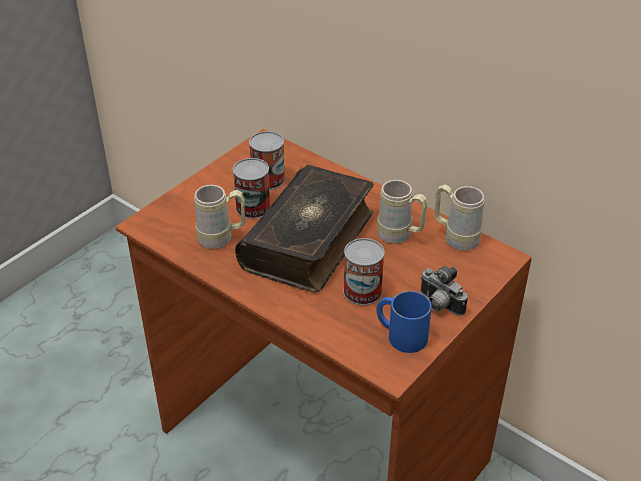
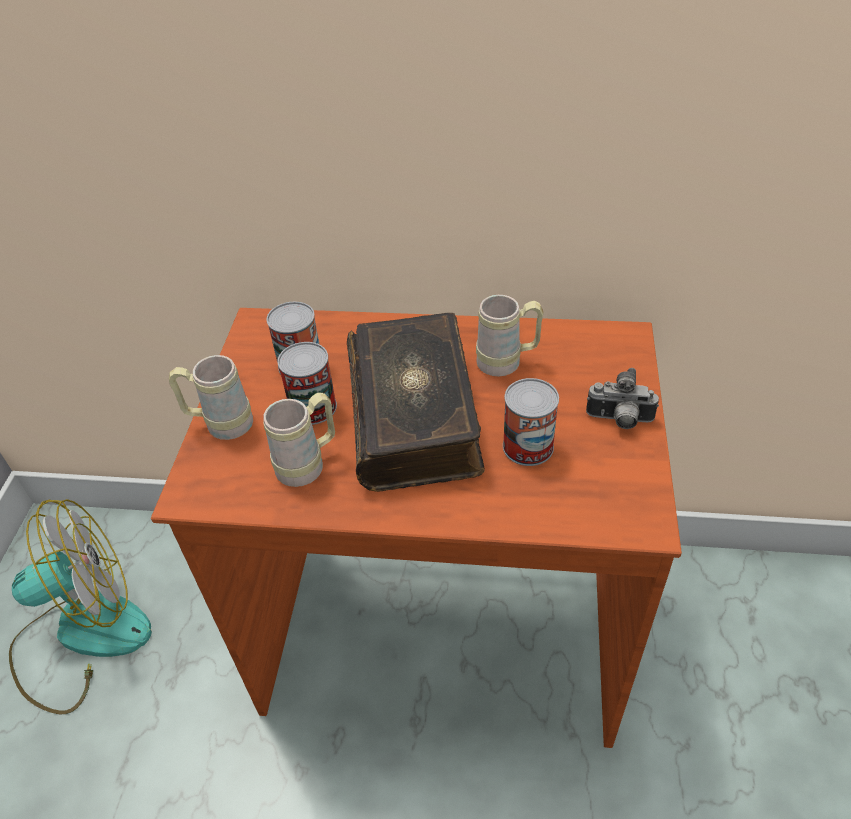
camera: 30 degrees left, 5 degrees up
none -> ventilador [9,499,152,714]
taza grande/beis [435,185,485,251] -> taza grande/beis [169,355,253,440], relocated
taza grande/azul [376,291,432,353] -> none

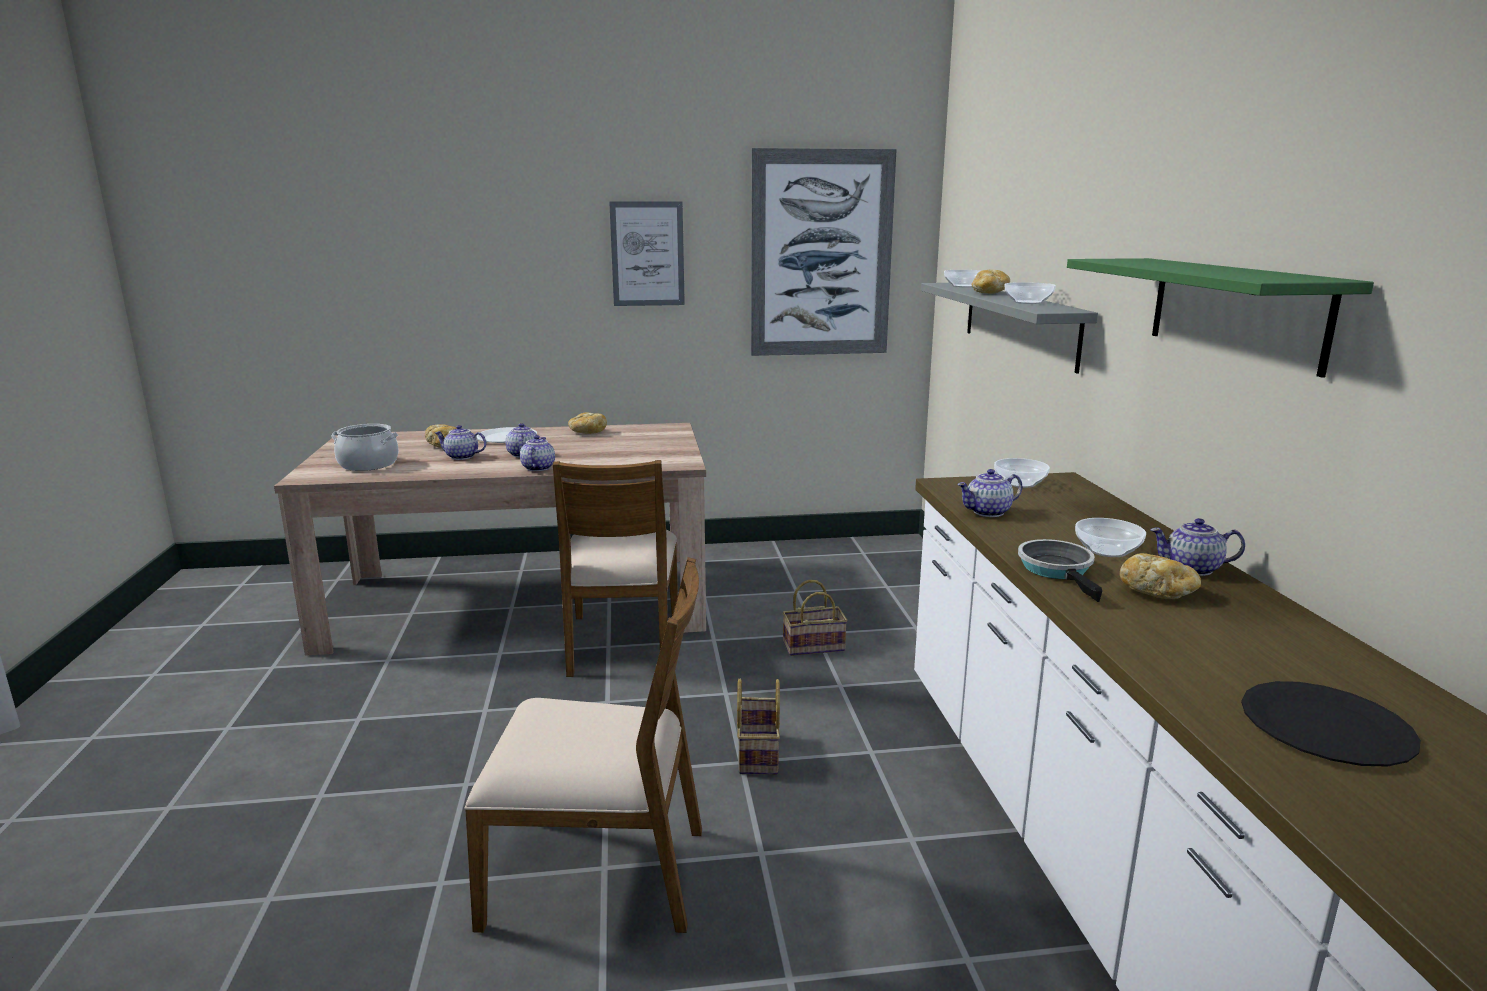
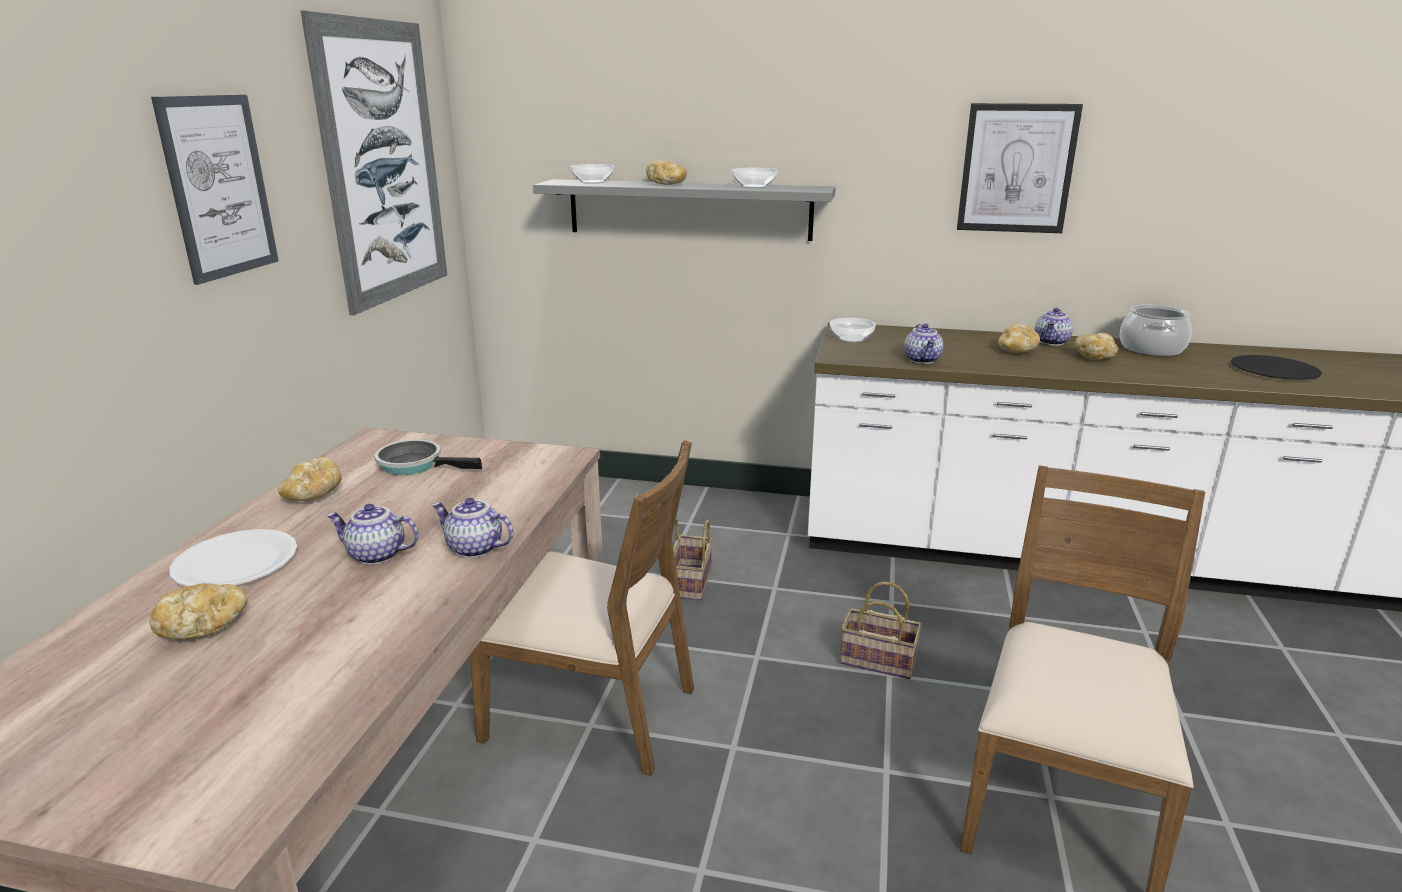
camera: 70 degrees left, 5 degrees up
sartén [1018,539,1102,602] -> sartén [374,439,482,475], relocated
estante/verde [1067,258,1374,378] -> cuadro [957,103,1083,233]
cuenco [1075,518,1146,557] -> pan [998,324,1040,353]
olla [331,424,399,471] -> olla [1120,305,1192,356], relocated
tetera [435,425,486,460] -> none

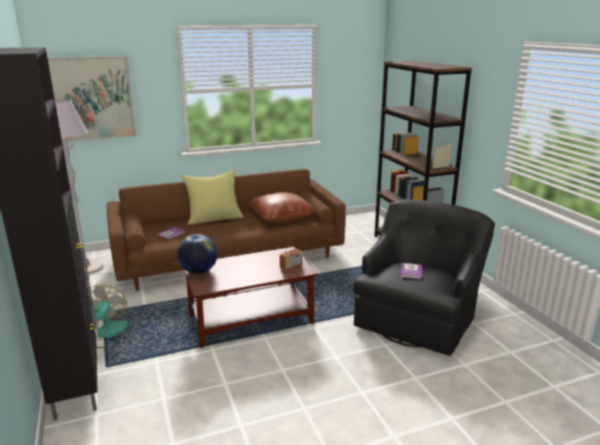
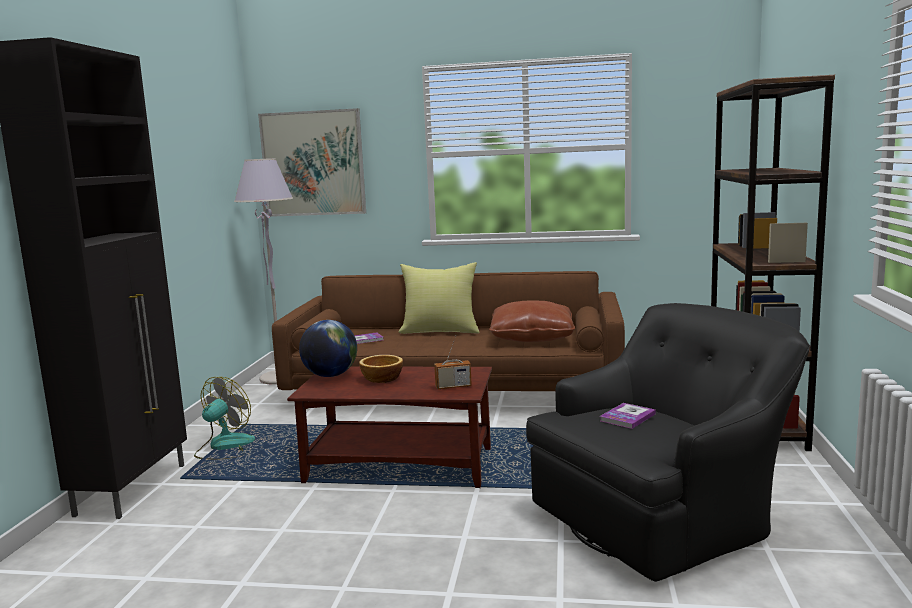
camera: 30 degrees right, 10 degrees down
none -> cuenco [359,355,403,383]

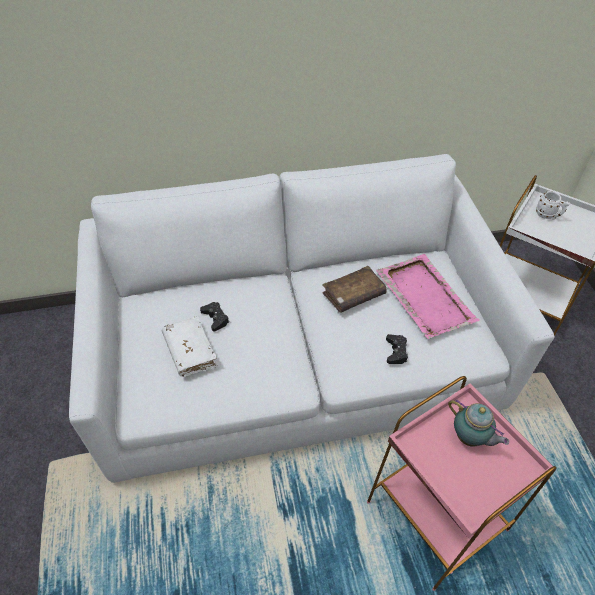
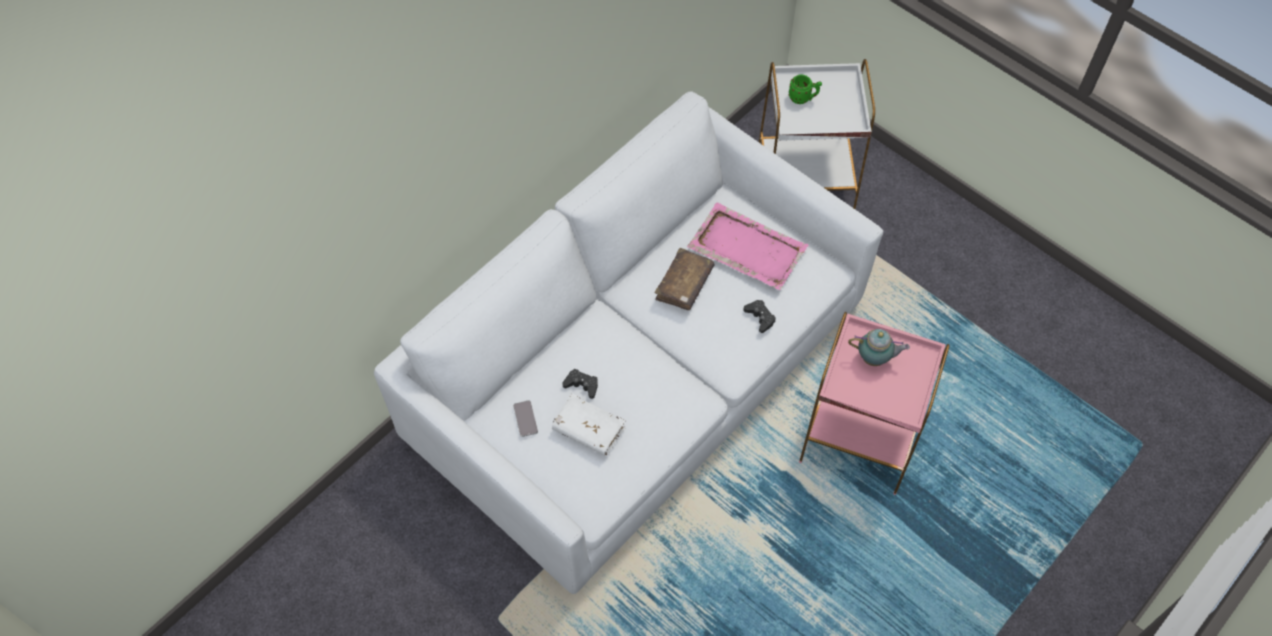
camera: 35 degrees left, 10 degrees up
none -> móvil [513,400,538,437]
taza grande/blanco [536,191,570,220] -> taza grande/verde [789,74,822,104]

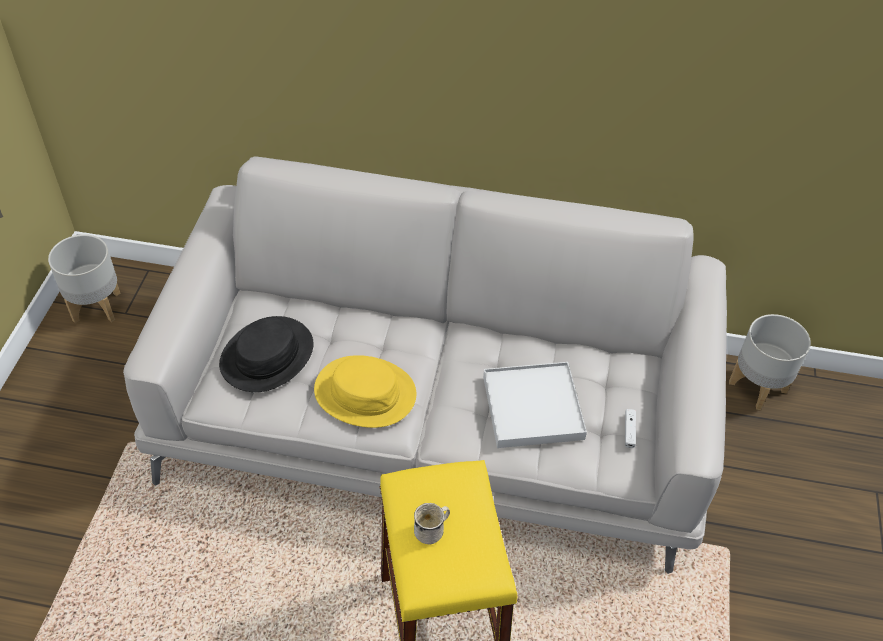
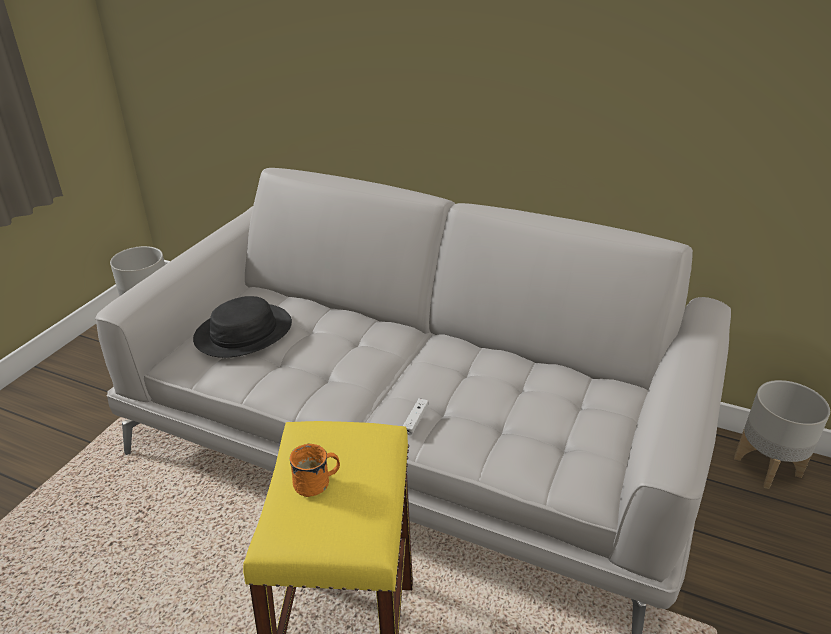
camera: 15 degrees right, 15 degrees down
taza grande/blanco [414,503,450,545] -> taza grande/naranja [289,444,340,497]
mando de consola/blanco [625,409,636,448] -> mando de consola/blanco [403,398,429,435], relocated
sombrero/amarillo [314,355,416,428] -> none
bandeja/blanco [483,362,587,448] -> none

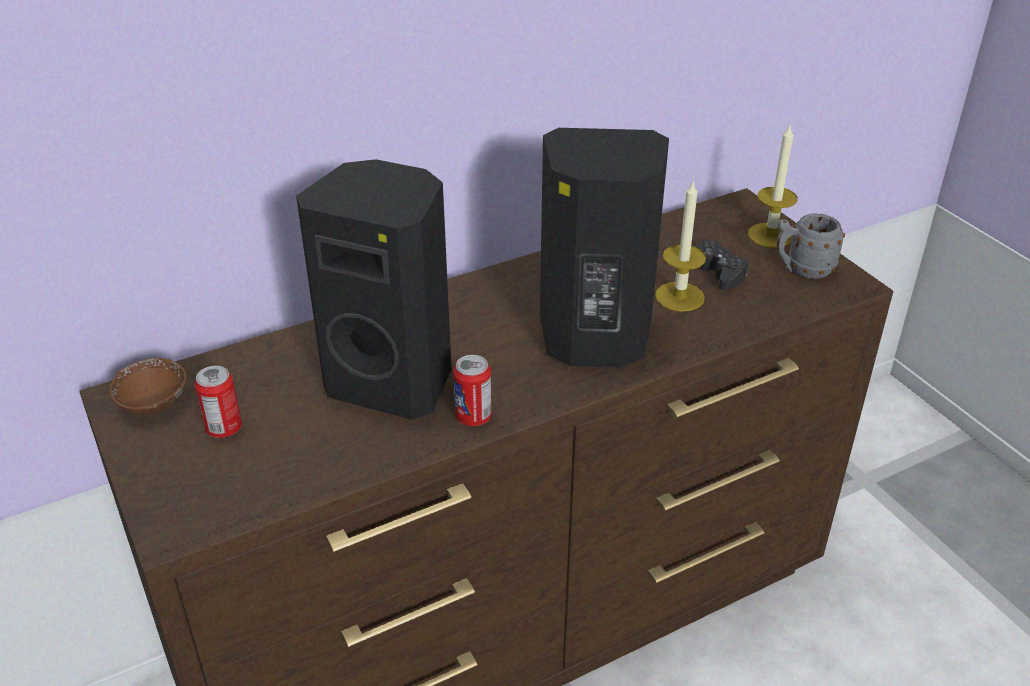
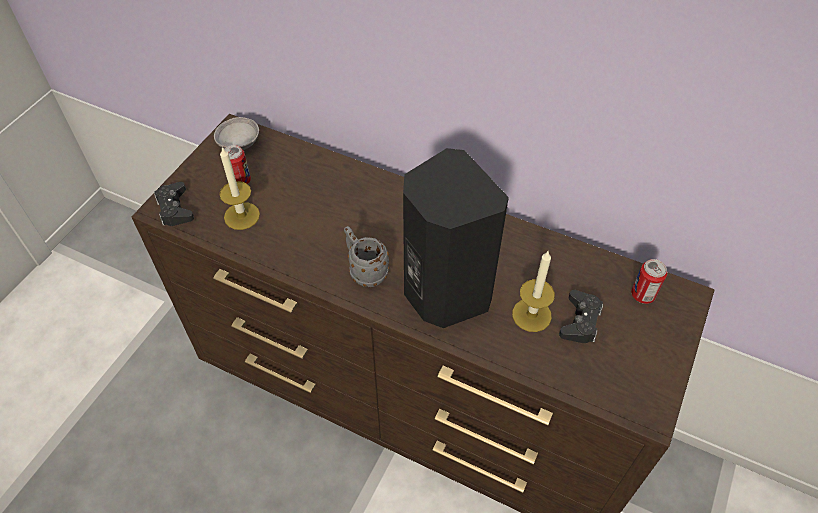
camera: 55 degrees right, 15 degrees up
none -> mando de consola/negro [154,182,194,226]
cuenco/marrón [110,358,187,415] -> cuenco/gris [214,117,259,150]
vela [748,123,798,248] -> vela [219,147,260,230], relocated
taza grande/gris [776,213,845,279] -> taza grande/gris [344,226,389,287], relocated
lata [453,355,492,426] -> lata [631,259,667,304], relocated
altavoz/negro [296,159,452,420] -> none

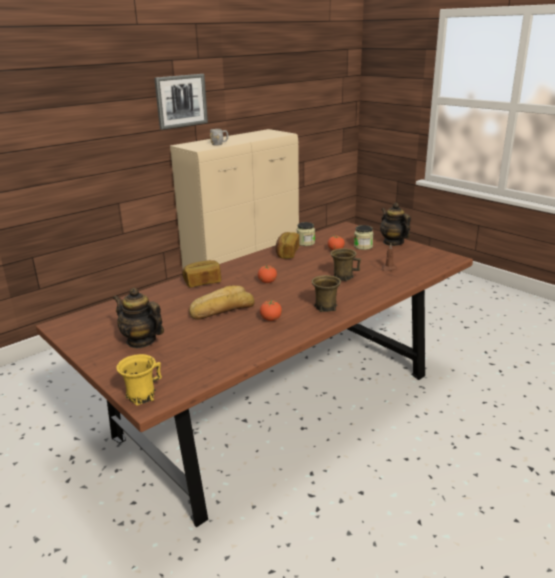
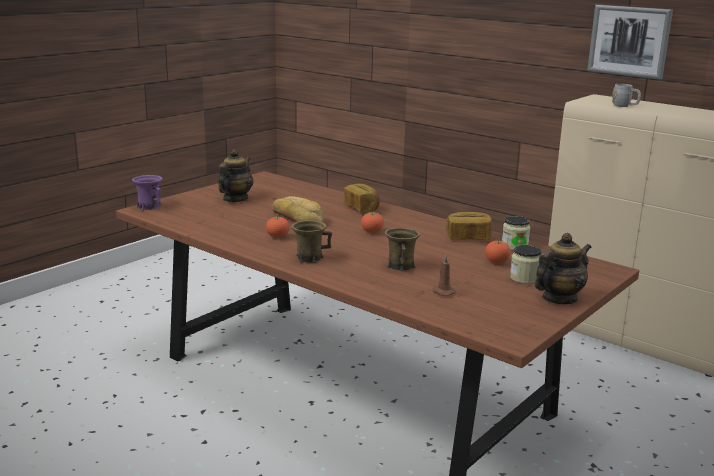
camera: 80 degrees right, 5 degrees down
taza grande/amarillo [116,354,162,406] -> taza grande/morado [132,175,162,210]

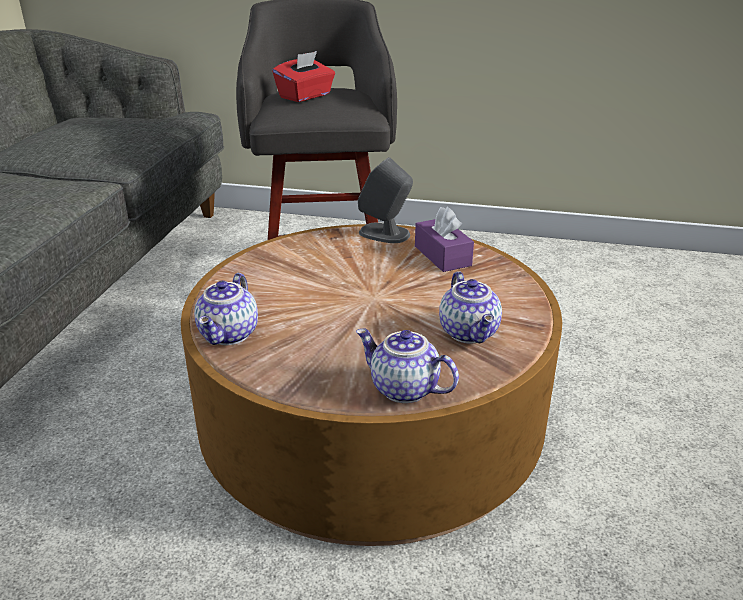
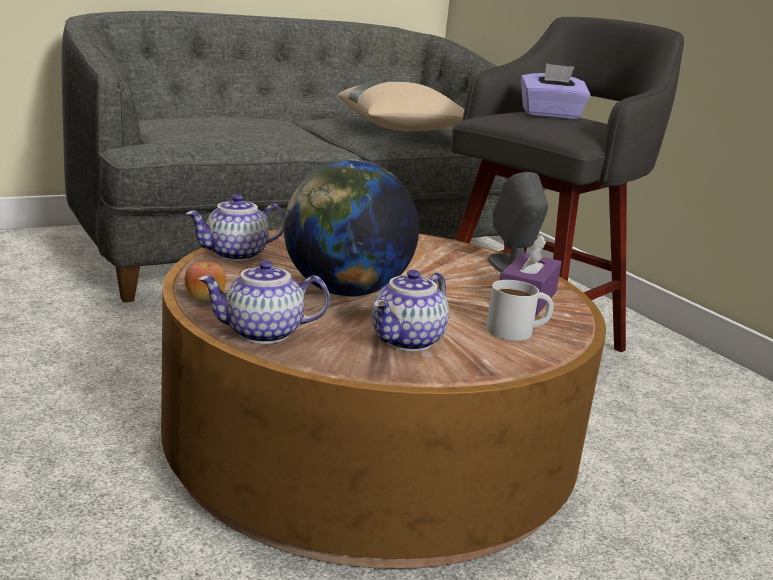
camera: 45 degrees right, 10 degrees down
none -> manzana [185,262,226,301]
tetera [356,328,459,403] -> tetera [198,260,330,344], 90 degrees counterclockwise
none -> globo terráqueo [283,159,419,297]
none -> cojín/beis [338,81,464,131]
none -> taza grande/blanco [486,280,554,340]
caja de pañuelos/rojo [272,51,335,102] -> caja de pañuelos/morado [521,63,590,119]

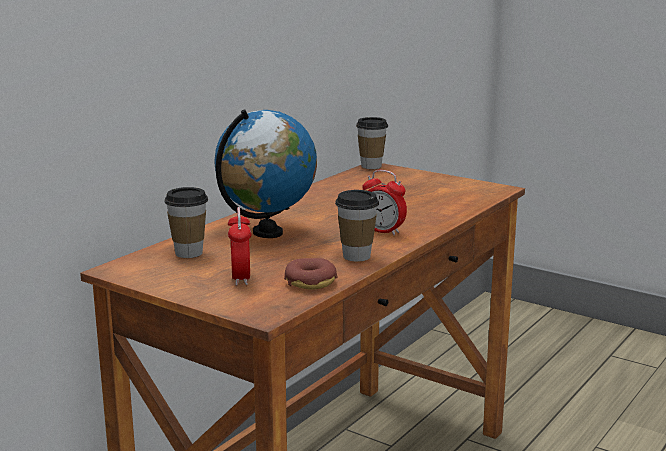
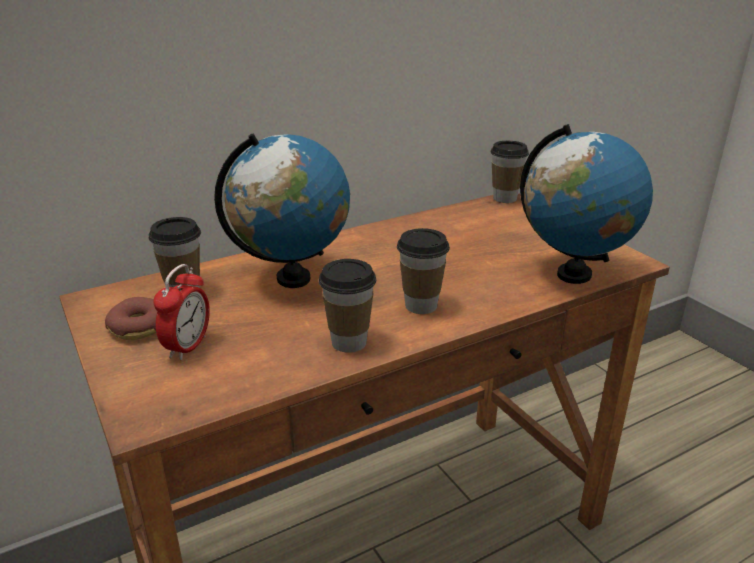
camera: 25 degrees right, 10 degrees up
rosquilla [284,258,337,290] -> rosquilla [105,297,157,340], relocated
despertador [362,170,407,236] -> taza [397,228,450,314]
none -> globo terráqueo [520,124,653,284]

